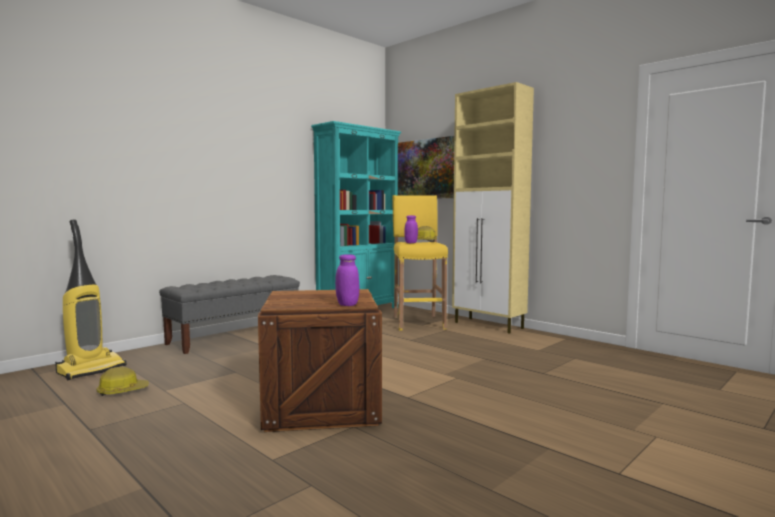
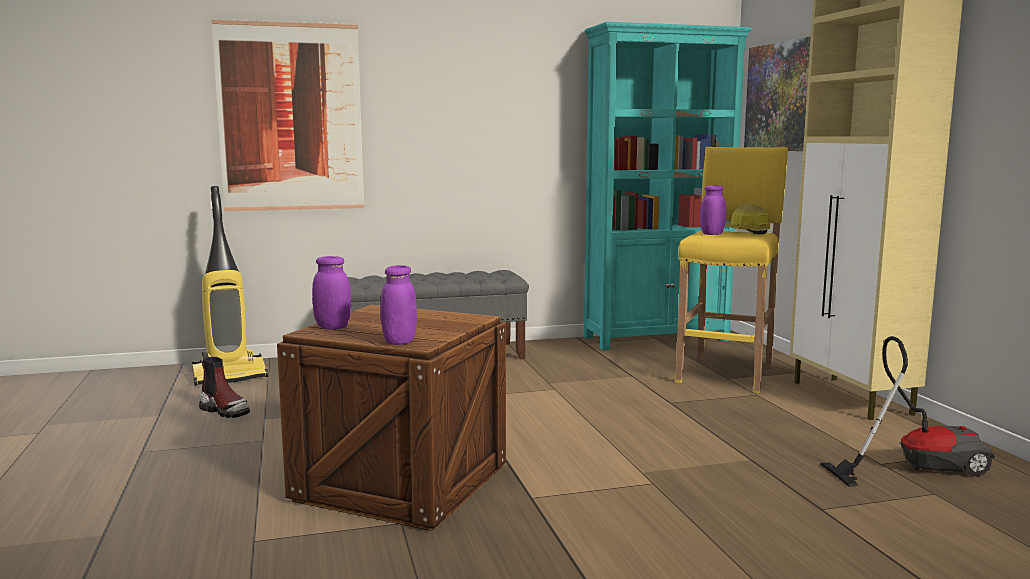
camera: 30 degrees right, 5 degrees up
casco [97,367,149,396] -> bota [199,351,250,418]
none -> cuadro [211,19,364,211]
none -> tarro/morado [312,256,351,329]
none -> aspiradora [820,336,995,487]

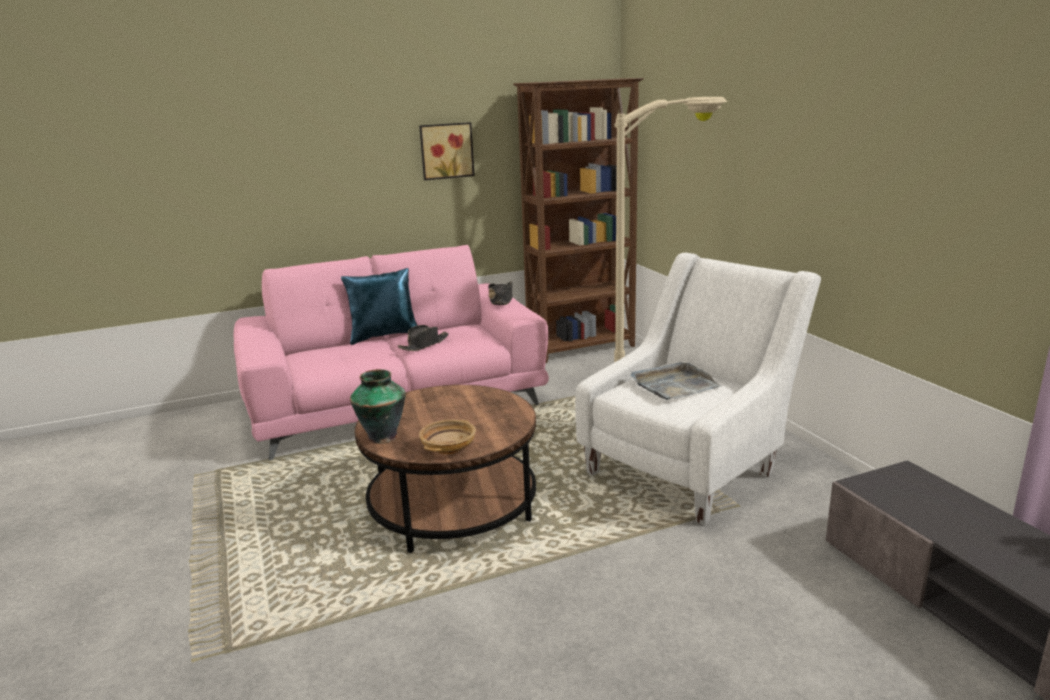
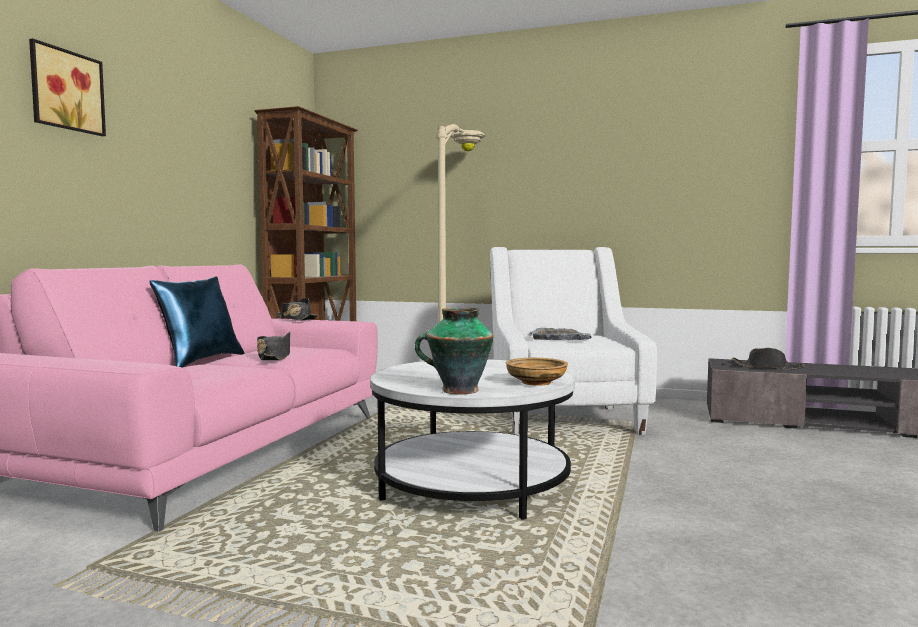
camera: 50 degrees left, 15 degrees down
cuadro [419,122,475,180] -> cuadro [29,38,106,136], relocated
mesa de centro/marrón [355,385,536,553] -> mesa de centro/blanco [370,359,575,520]
none -> sombrero/negro [732,348,804,370]

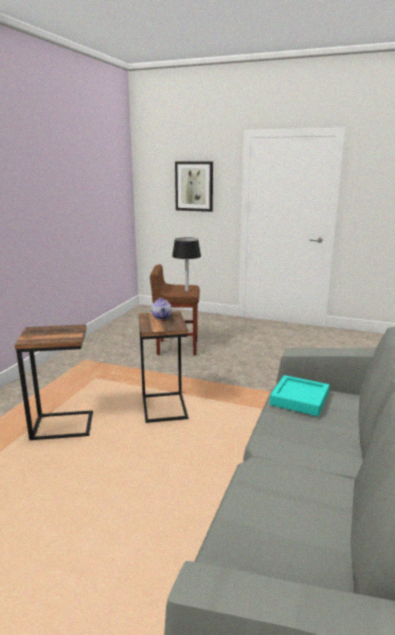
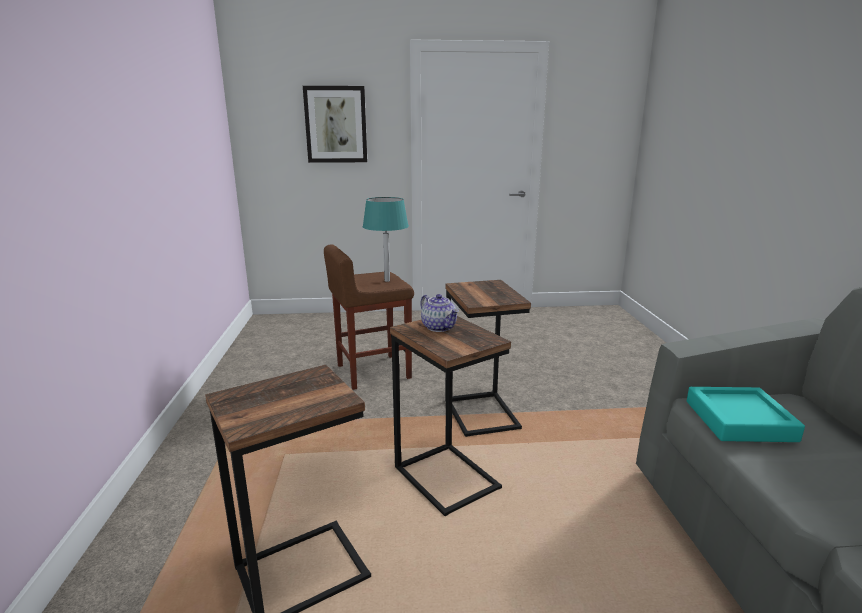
camera: 25 degrees left, 0 degrees up
lámpara de mesa/negro [172,237,201,291] -> lámpara de mesa/turquesa [363,197,409,282]
none -> mesa auxiliar [445,280,531,437]

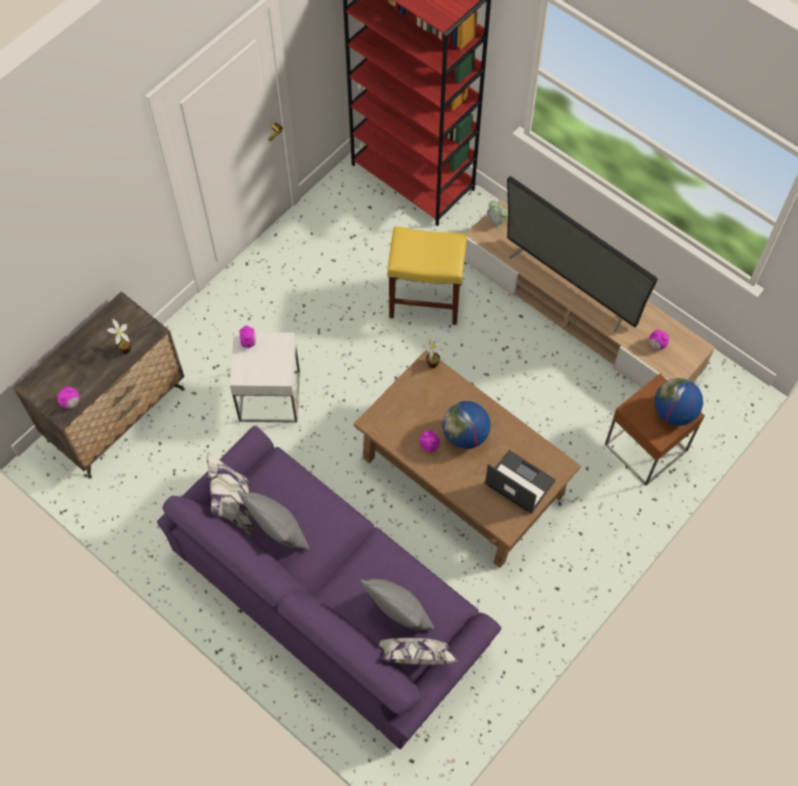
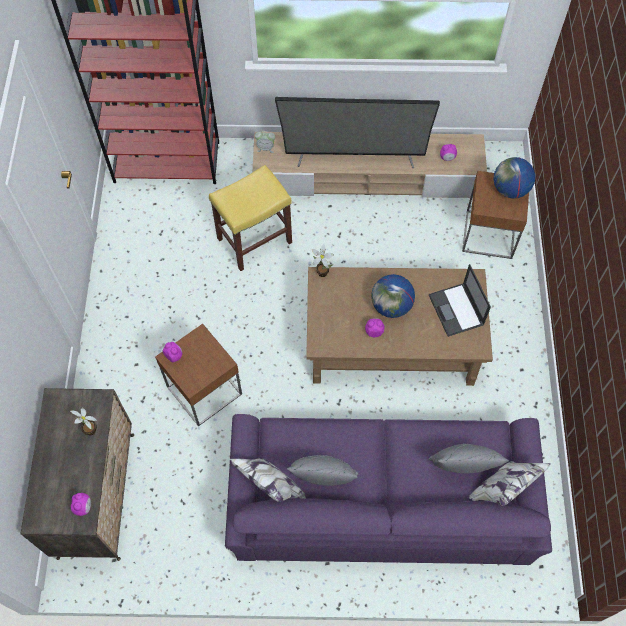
camera: 40 degrees left, 0 degrees up
mesa auxiliar/blanco [230,332,300,423] -> mesa auxiliar/marrón [155,324,242,426]
portátil [485,450,556,514] -> portátil [429,264,491,337], 105 degrees counterclockwise

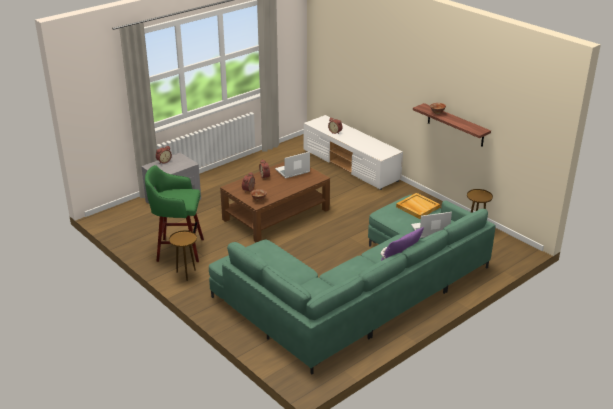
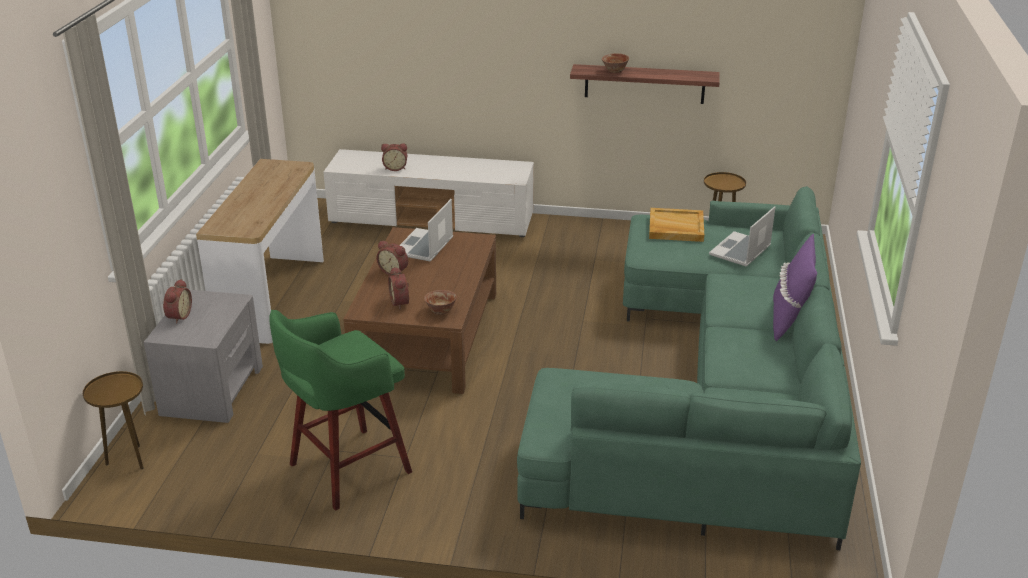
camera: 40 degrees left, 0 degrees up
mesa auxiliar/marrón [169,230,197,281] -> mesa auxiliar/marrón [83,371,144,469], relocated
none -> mesa consola [196,159,324,344]

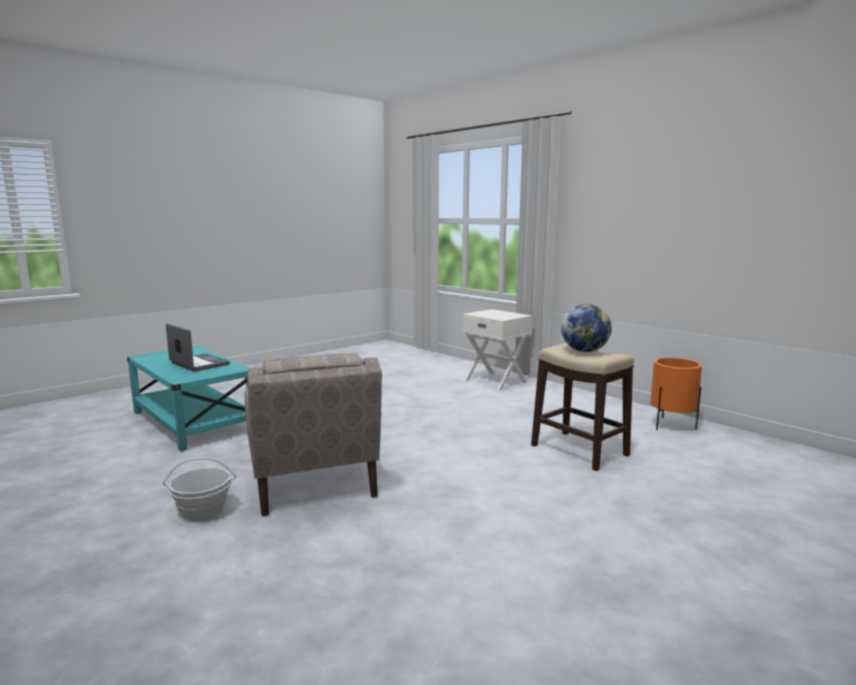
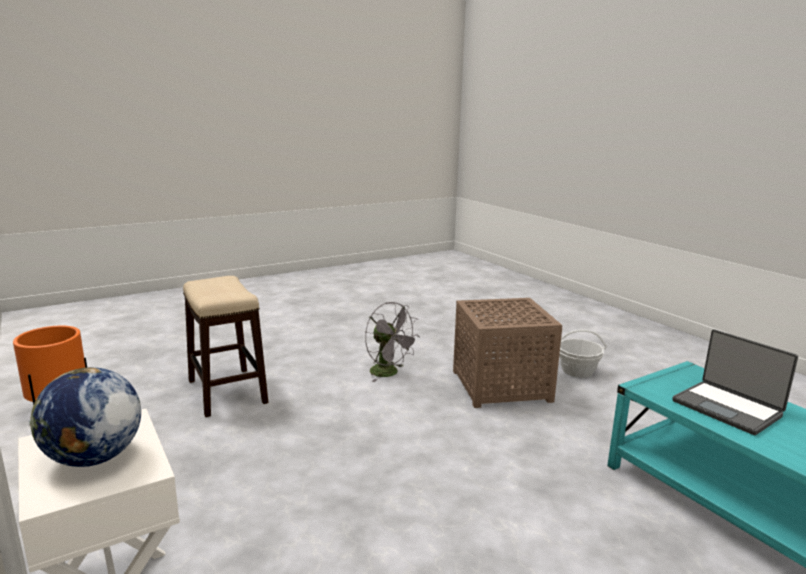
camera: 170 degrees left, 5 degrees up
globo terráqueo [561,304,612,352] -> globo terráqueo [29,367,141,467], relocated
none -> ventilador/gris [365,302,420,382]
sillón/beis [245,353,382,516] -> mesa auxiliar/marrón [453,298,562,408]

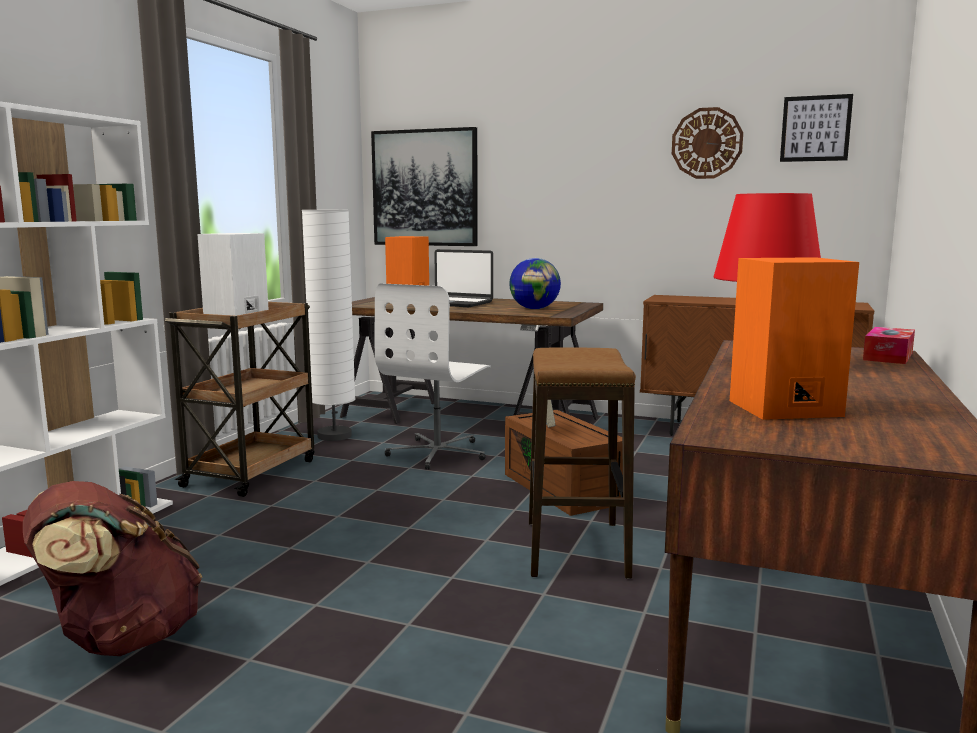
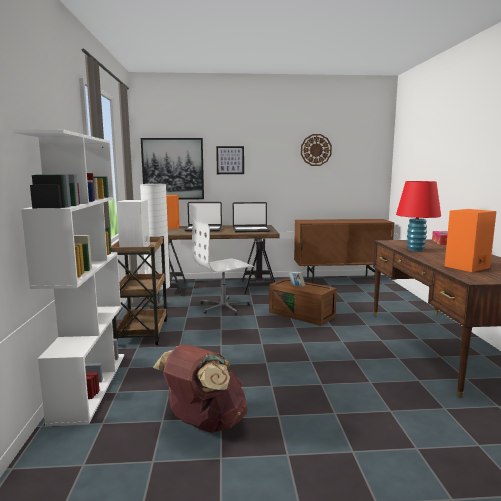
camera: 25 degrees left, 0 degrees up
silla de oficina/blanco [375,283,491,470] -> silla de oficina/blanco [192,220,254,315], 60 degrees clockwise
cuadro [780,94,853,162] -> cuadro [216,146,244,174], relocated
globo terráqueo [509,258,561,309] -> portátil [233,202,270,233]
taburete [529,347,636,579] -> none

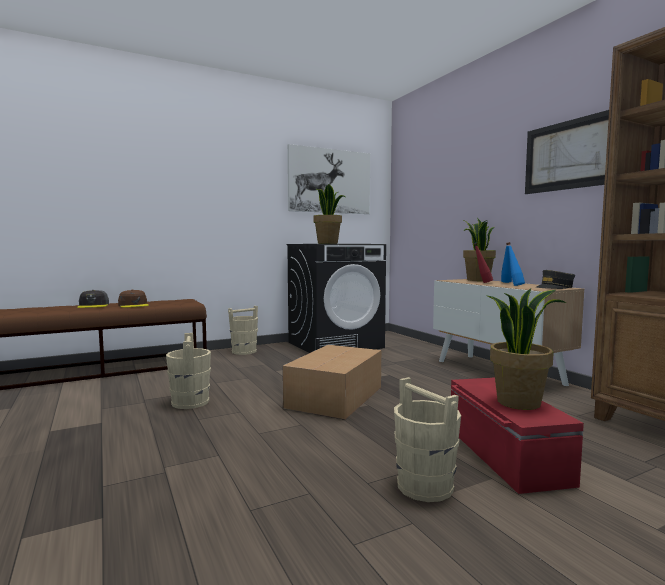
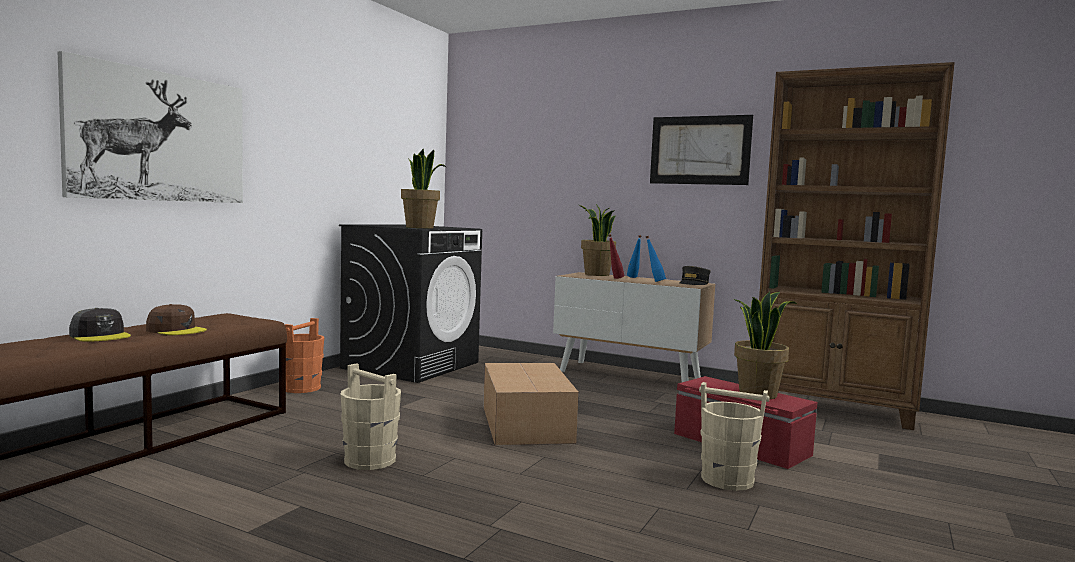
camera: 35 degrees left, 0 degrees up
cuadro [288,144,370,214] -> cuadro [58,51,243,203], relocated
cubo/beis [228,306,258,355] -> cubo/naranja [284,318,324,393]

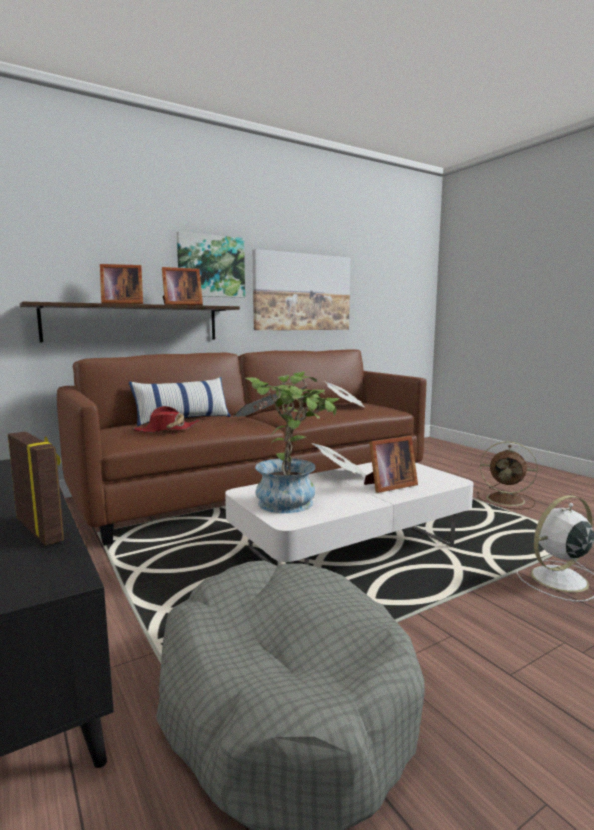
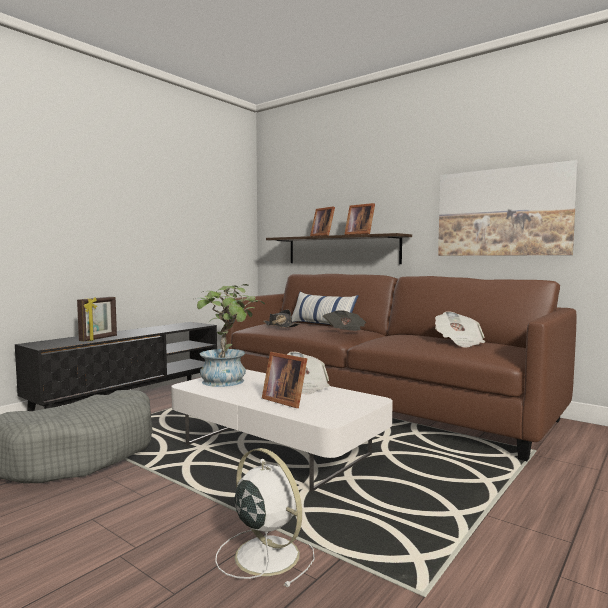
camera: 70 degrees right, 5 degrees down
sombrero/rojo [132,406,200,433] -> sombrero/negro [263,310,300,328]
cuadro [177,231,245,298] -> none
ventilador/marrón [477,441,538,510] -> none

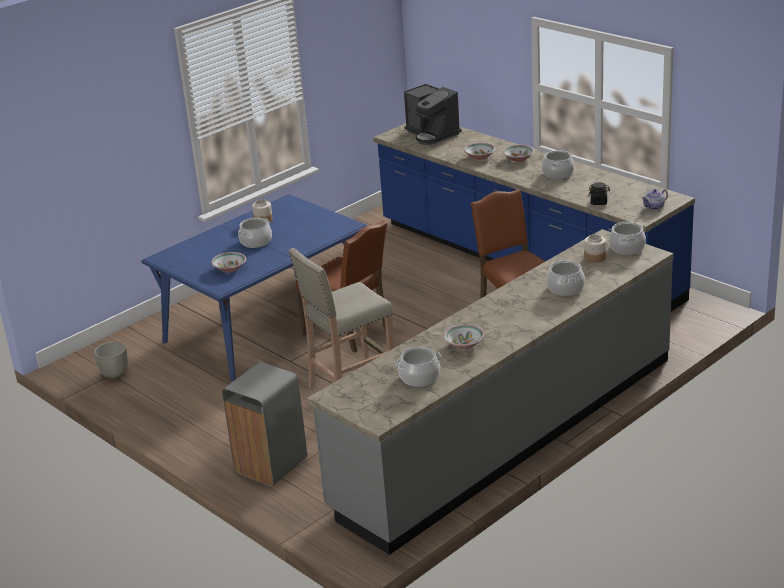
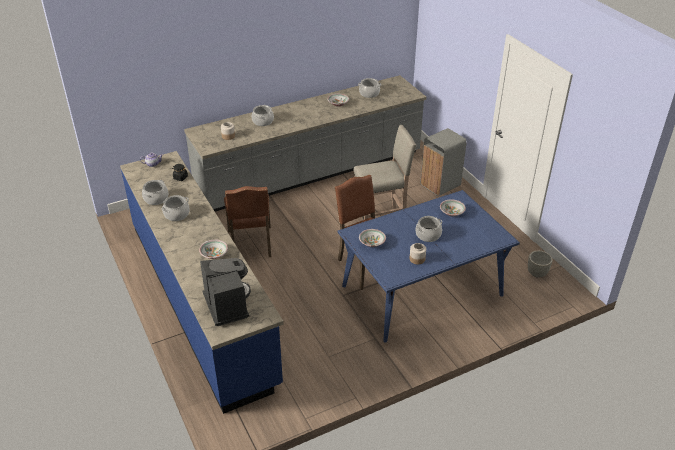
camera: 165 degrees left, 10 degrees up
olla [609,222,646,255] -> olla [142,180,169,205], relocated
cuenco [503,145,534,162] -> cuenco [359,229,386,247], relocated

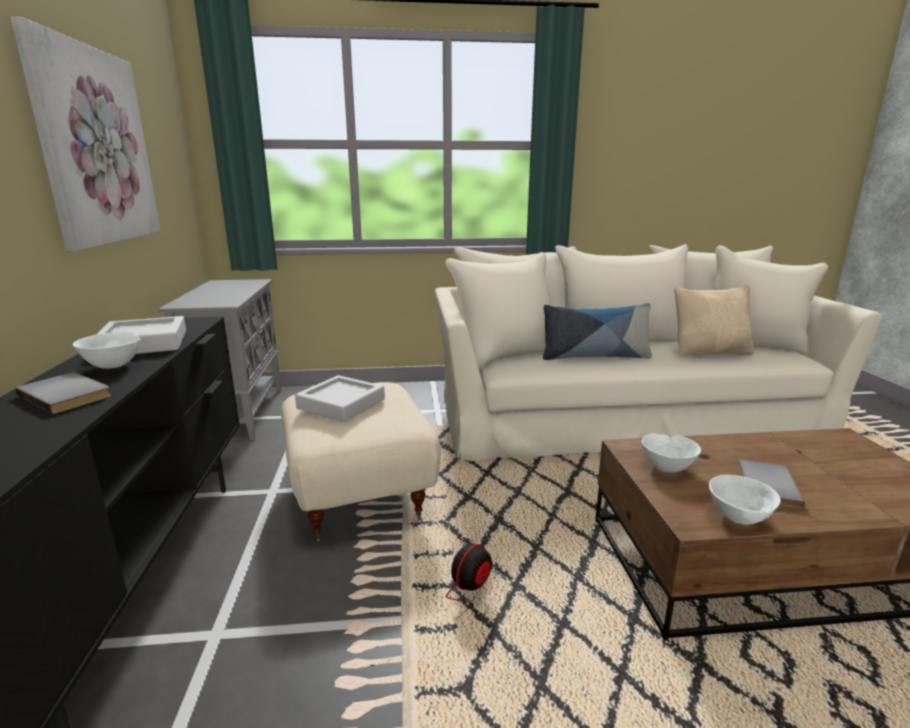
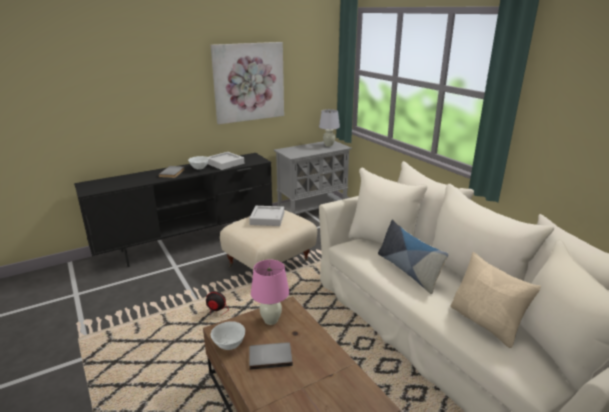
camera: 65 degrees right, 5 degrees up
cuenco/blanco [642,433,701,473] -> lámpara de mesa/rosa [251,260,289,325]
none -> lámpara de mesa/blanco [319,109,340,147]

